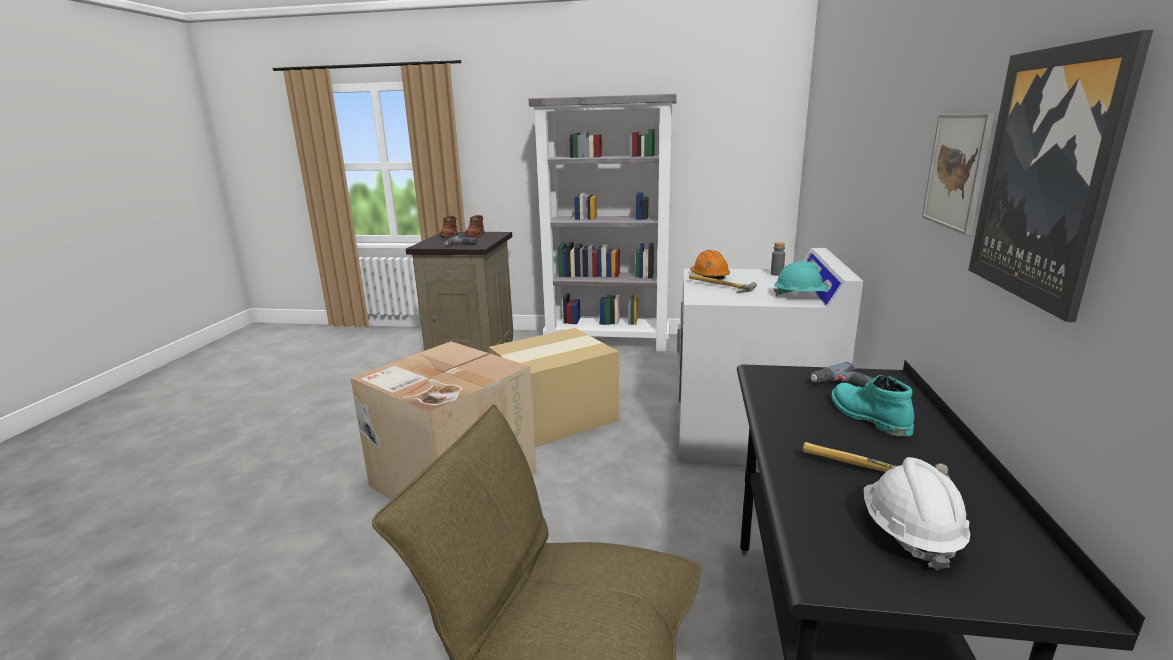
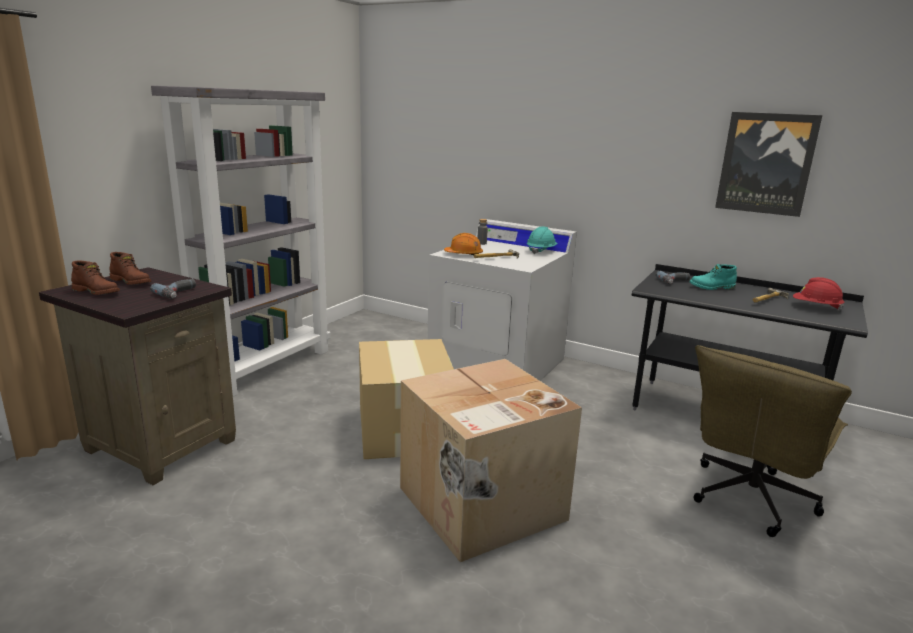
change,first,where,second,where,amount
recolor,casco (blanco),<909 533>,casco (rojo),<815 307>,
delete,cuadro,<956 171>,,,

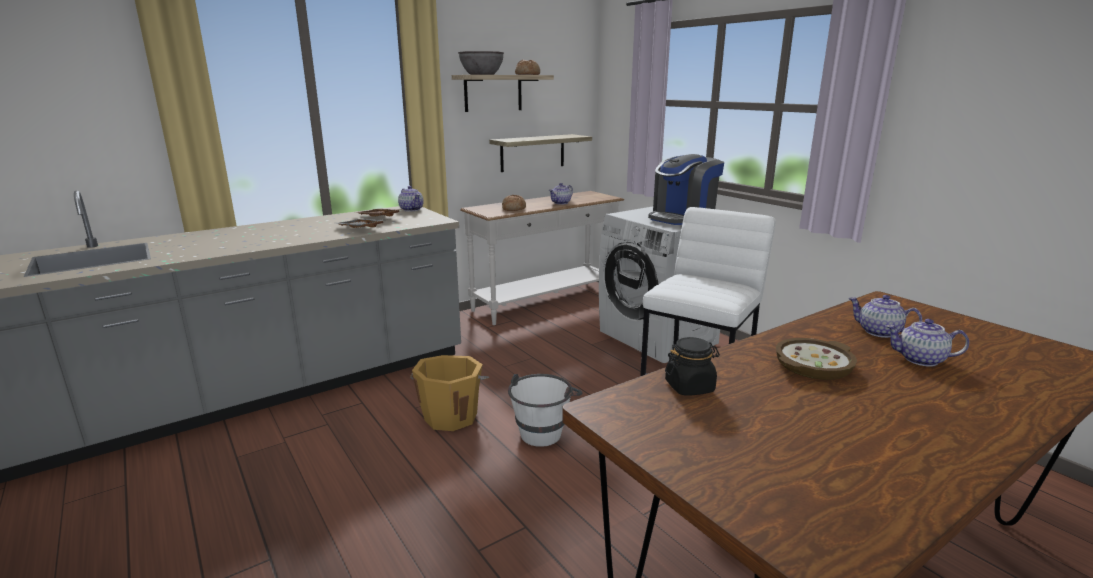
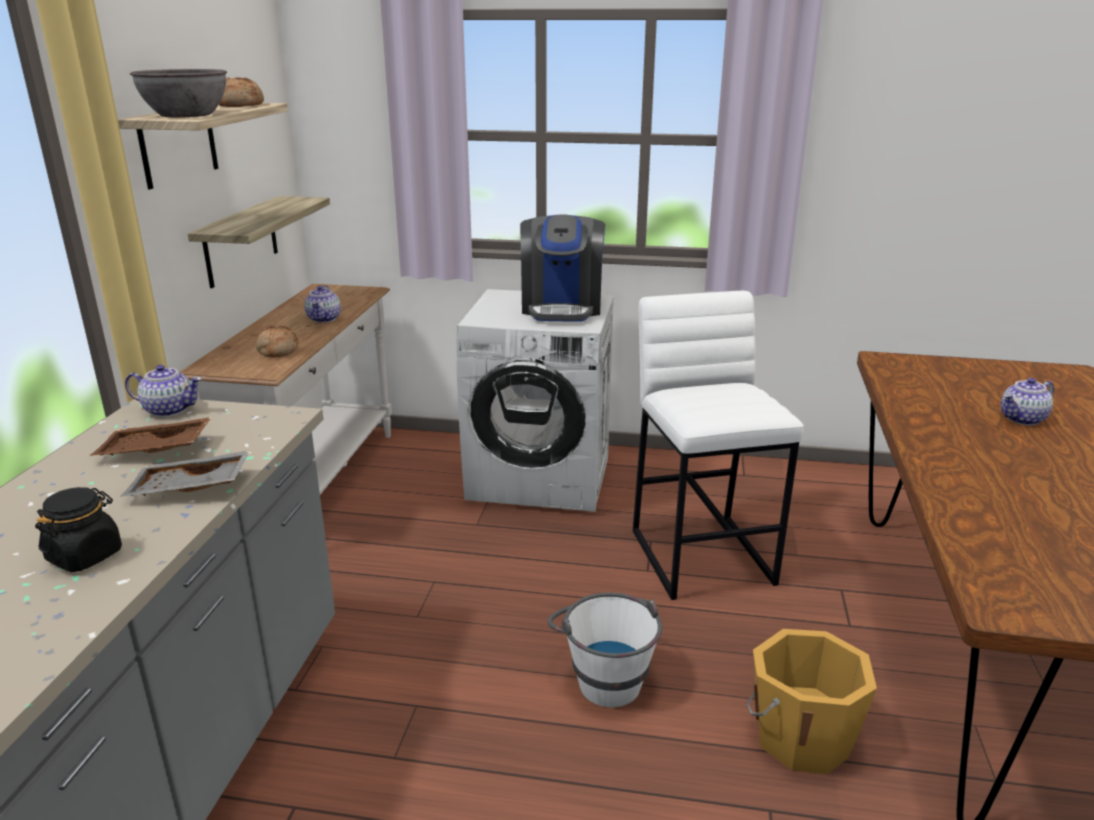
change,first,where,second,where,amount
move,cubo (naranja),<451 416>,,<800 737>,
move,tarro (negro),<690 387>,,<85 556>,
delete,cuenco,<812 366>,,,
delete,tetera,<878 332>,,,

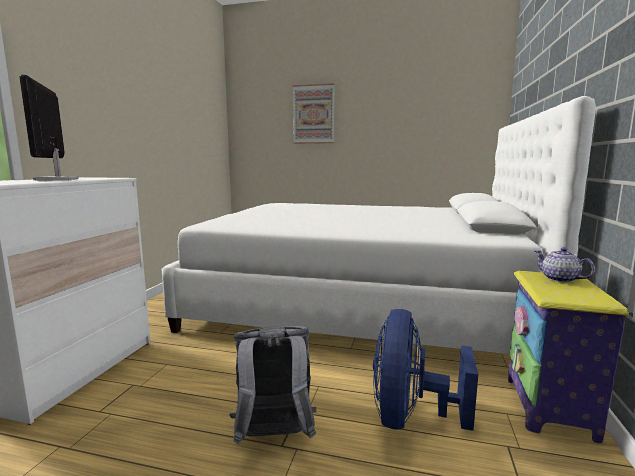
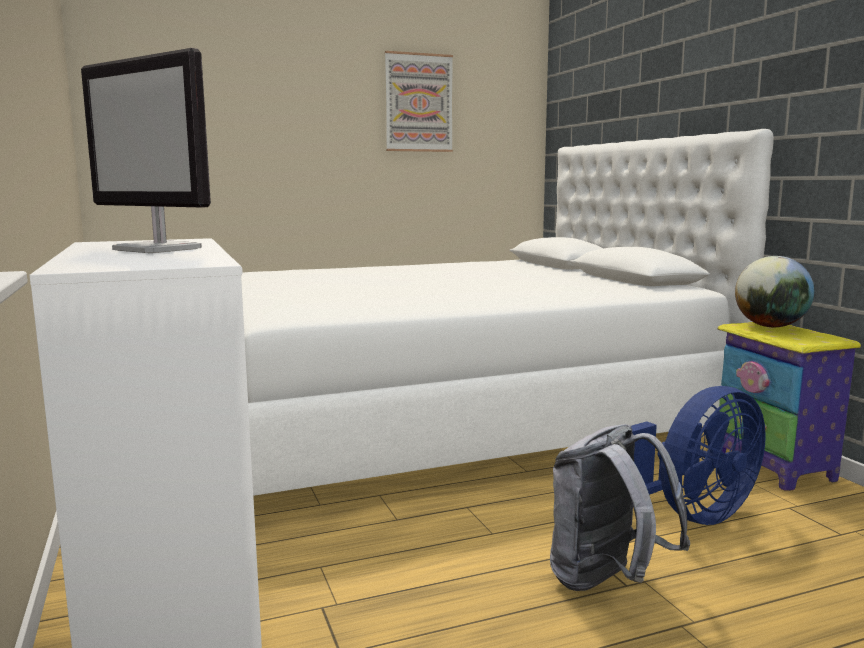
change,first,where,second,where,amount
move,cuadro,<313 114>,,<419 103>,
rotate,ventilador (azul),<410 417>,,<690 514>,105 degrees counterclockwise
replace,tetera,<560 279>,globo terráqueo,<770 326>,

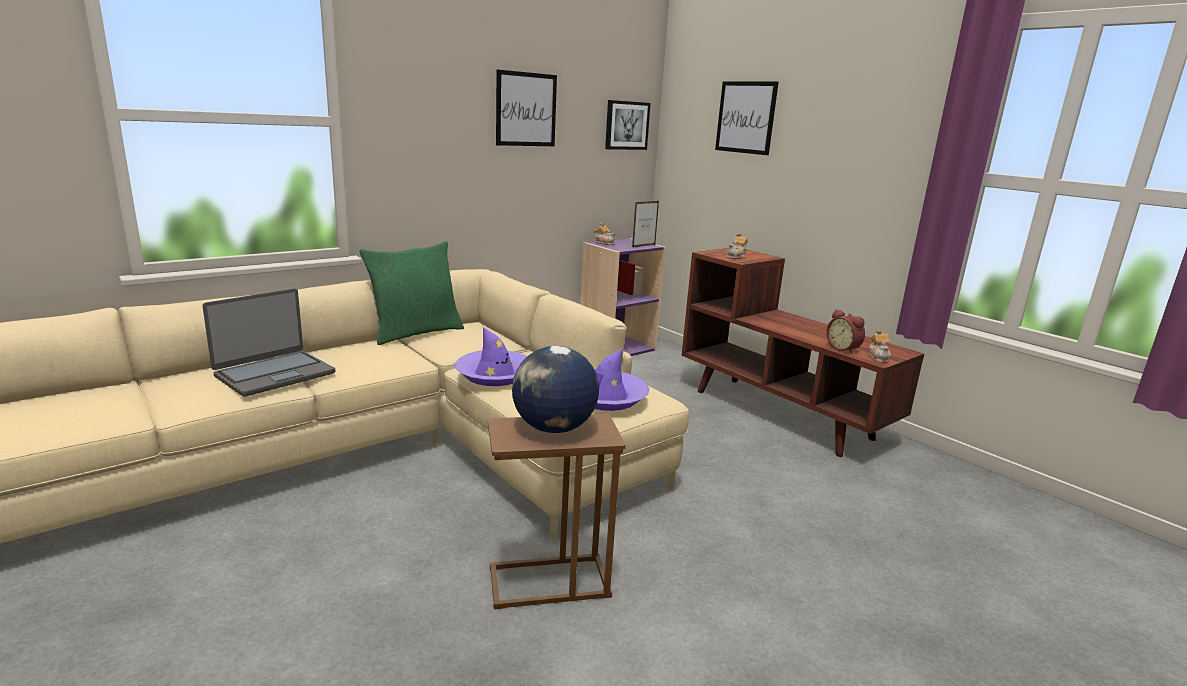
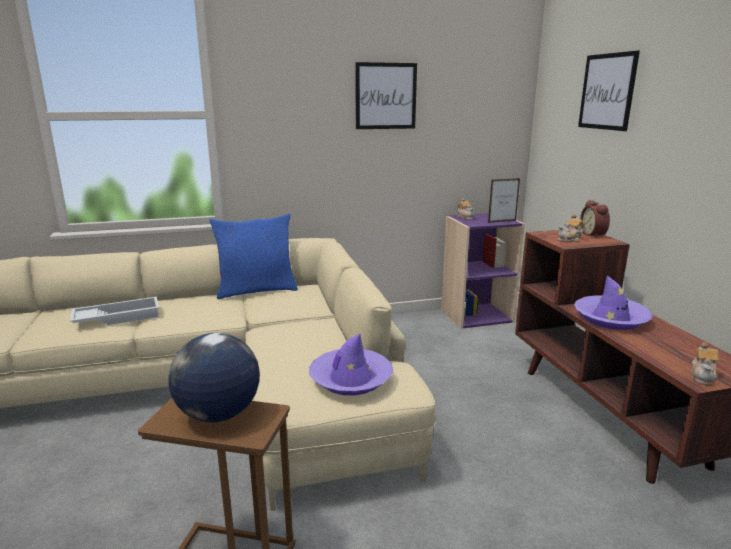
change,first,where,second,where,amount
replace,portátil,<274 374>,bandeja (blanco),<118 317>,
recolor,cojín (verde),<415 333>,cojín (azul),<257 290>,
move,sombrero (morado),<494 375>,,<610 319>,
delete,cuadro,<626 125>,,,
move,despertador,<844 348>,,<594 235>,

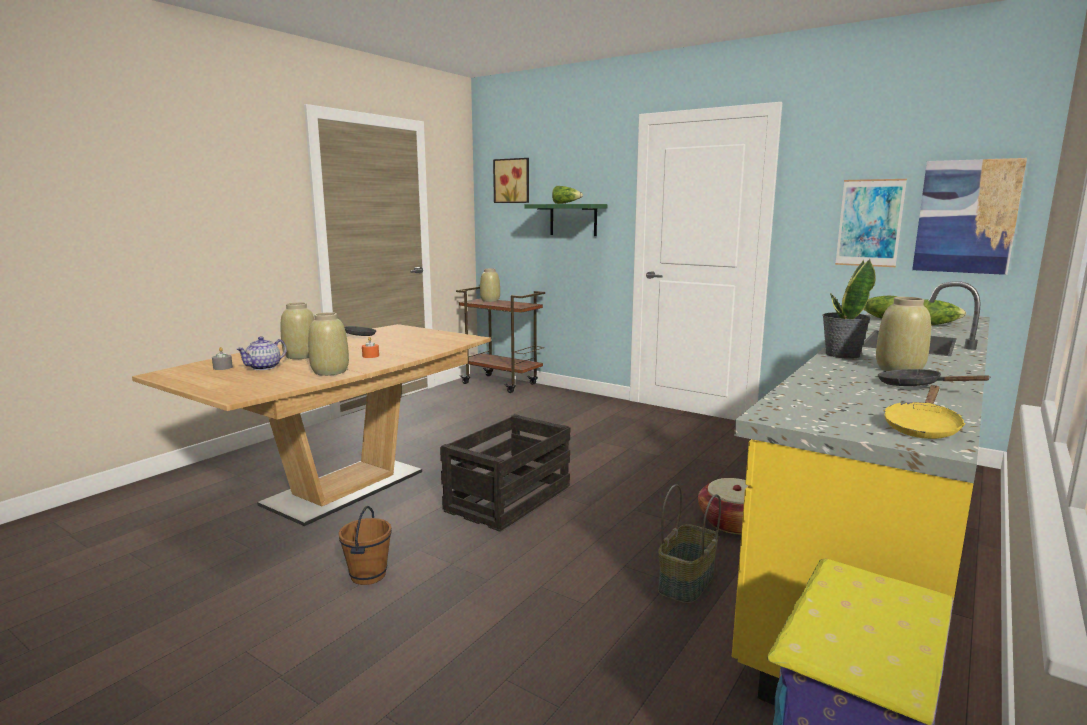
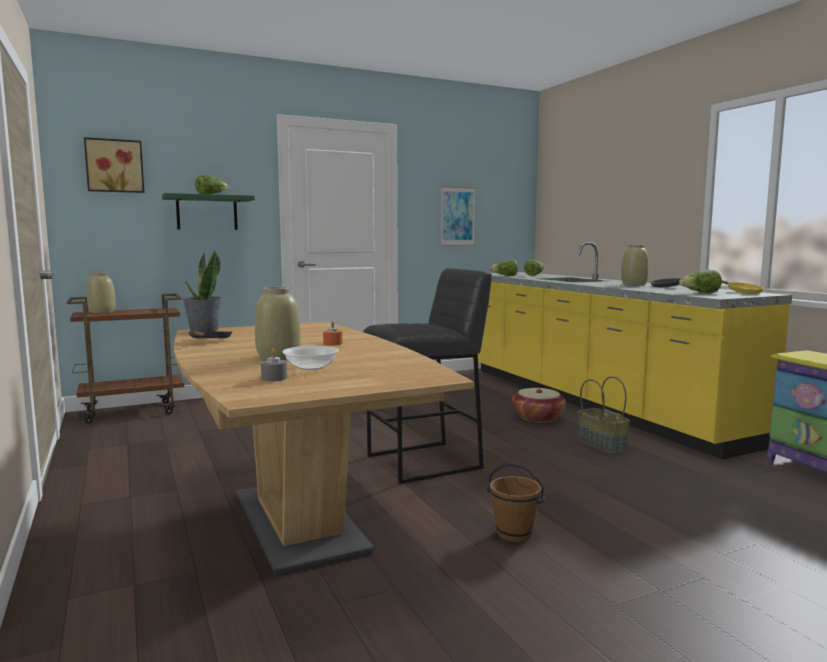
change,first,where,second,where,amount
replace,tetera,<264 367>,cuenco,<311 367>,
delete,florero (beis),<329 372>,,,
replace,caja de embalaje,<508 499>,taburete (gris),<425 461>,
move,planta en maceta,<841 355>,,<203 331>,
delete,cuadro,<966 217>,,,
insert,,,lechuga,<700 292>,

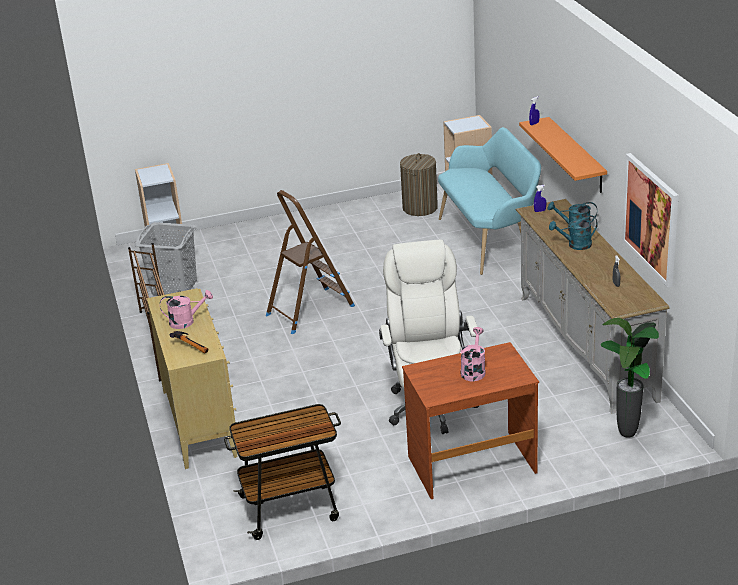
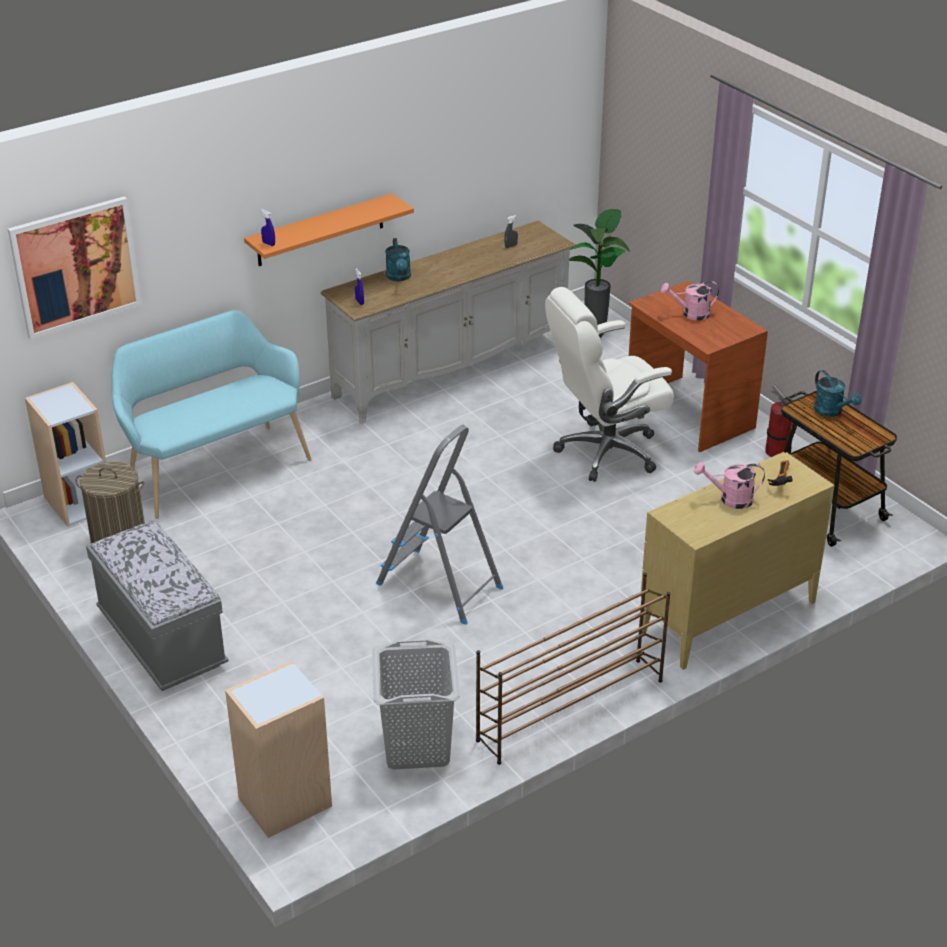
change,first,where,second,where,amount
rotate,regadera (rosa),<186 321>,,<730 499>,60 degrees counterclockwise
recolor,escalera de tijera (marrón),<311 310>,escalera de tijera (gris),<438 585>,
move,regadera (turquesa),<575 245>,,<832 411>,
move,cuadro,<651 219>,,<76 267>,
insert,,,banco (gris),<162 640>,
insert,,,extintor,<776 452>,

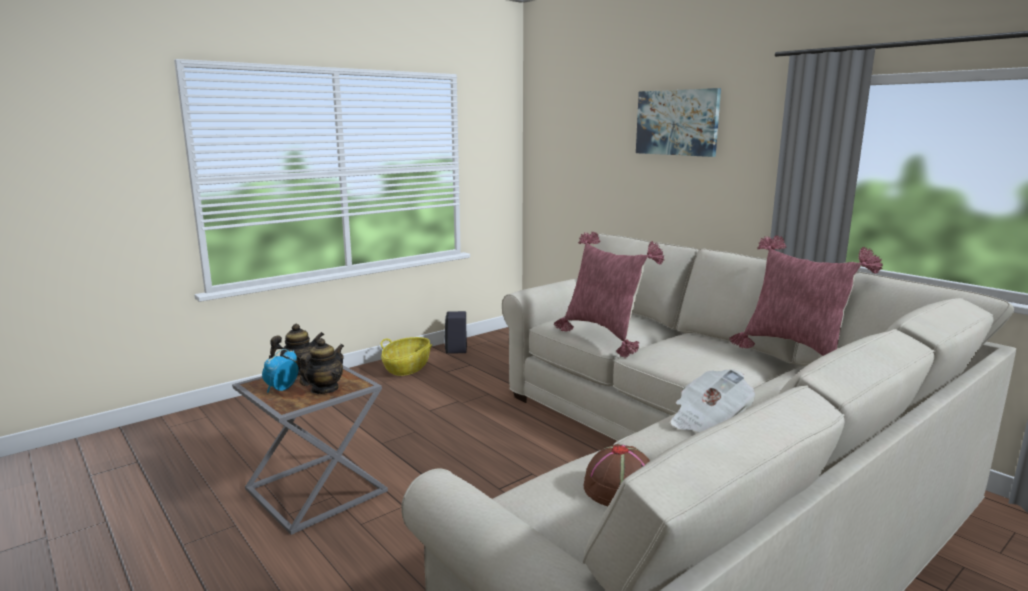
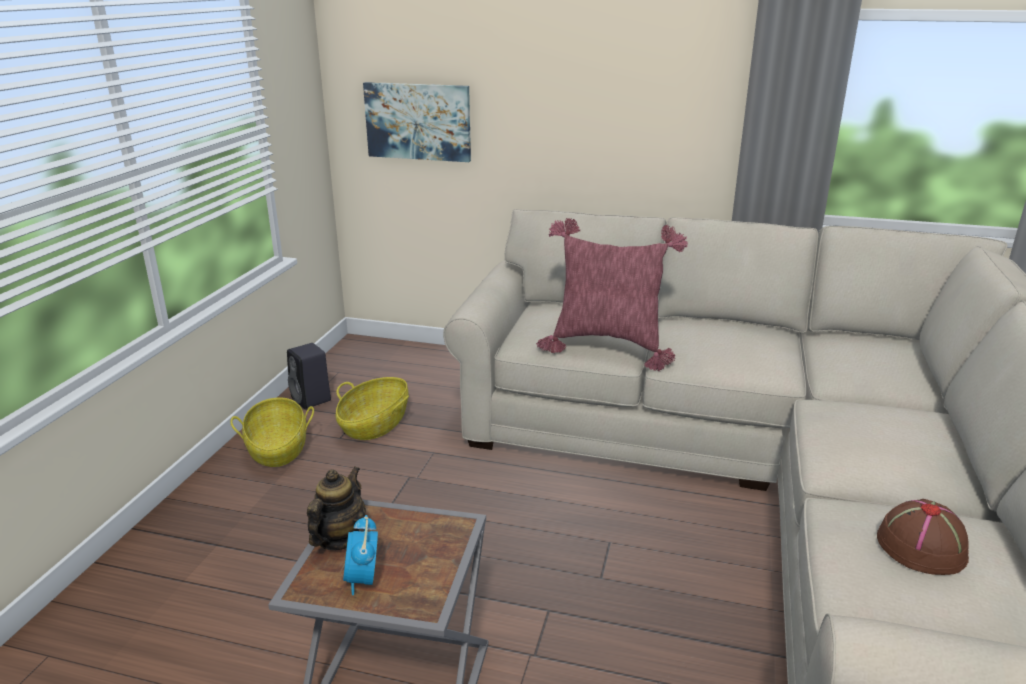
change,first,where,second,where,amount
delete,tetera,<324 389>,,,
move,cuadro,<677 122>,,<418 121>,
delete,periódico,<708 421>,,,
delete,cojín (rojo),<794 360>,,,
insert,,,cesta,<375 425>,

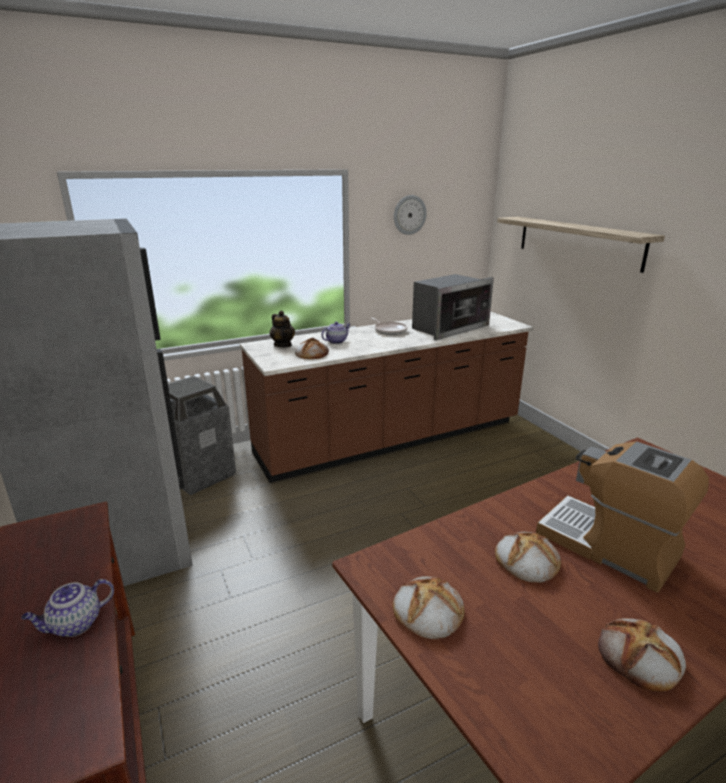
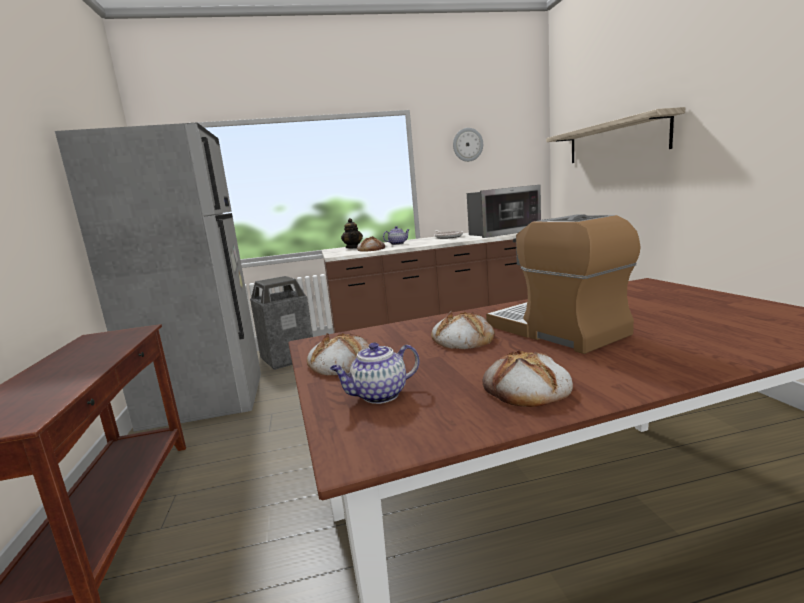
change,first,where,second,where,amount
move,tetera,<75 625>,,<379 395>,

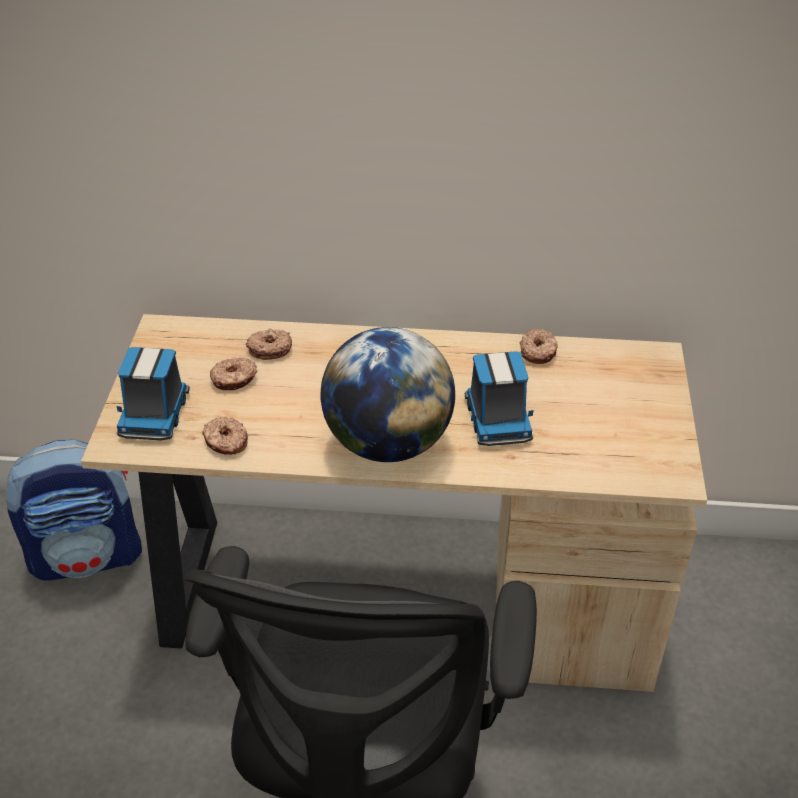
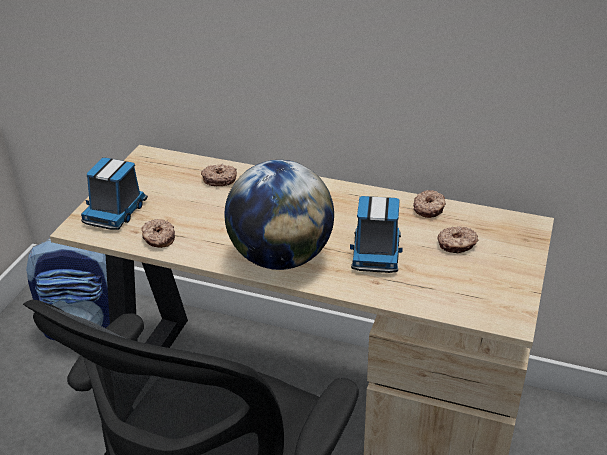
change,first,where,second,where,amount
move,rosquilla,<234 379>,,<457 245>,

